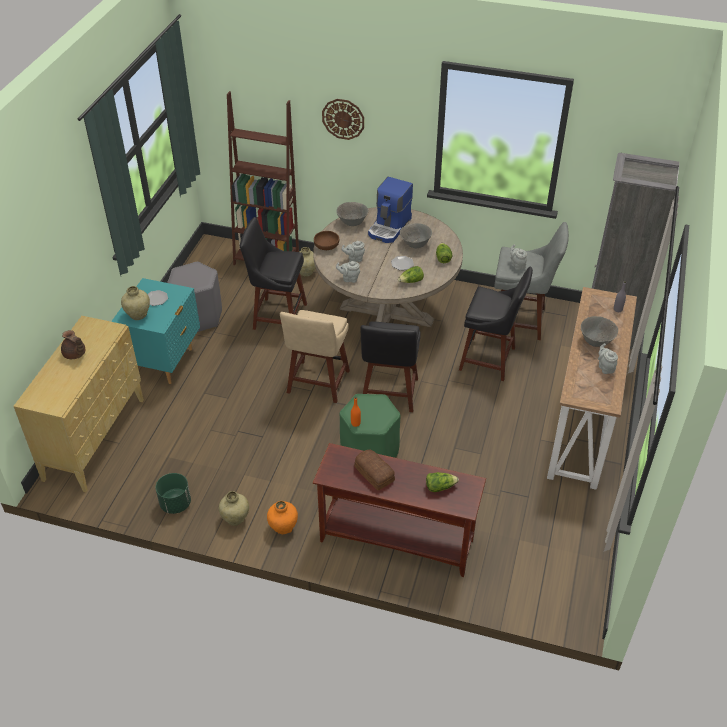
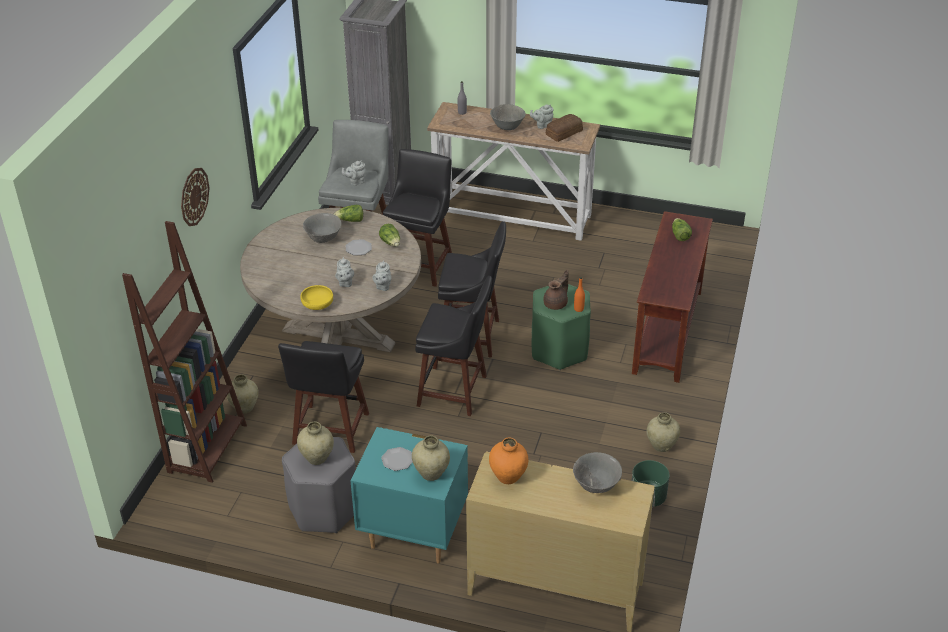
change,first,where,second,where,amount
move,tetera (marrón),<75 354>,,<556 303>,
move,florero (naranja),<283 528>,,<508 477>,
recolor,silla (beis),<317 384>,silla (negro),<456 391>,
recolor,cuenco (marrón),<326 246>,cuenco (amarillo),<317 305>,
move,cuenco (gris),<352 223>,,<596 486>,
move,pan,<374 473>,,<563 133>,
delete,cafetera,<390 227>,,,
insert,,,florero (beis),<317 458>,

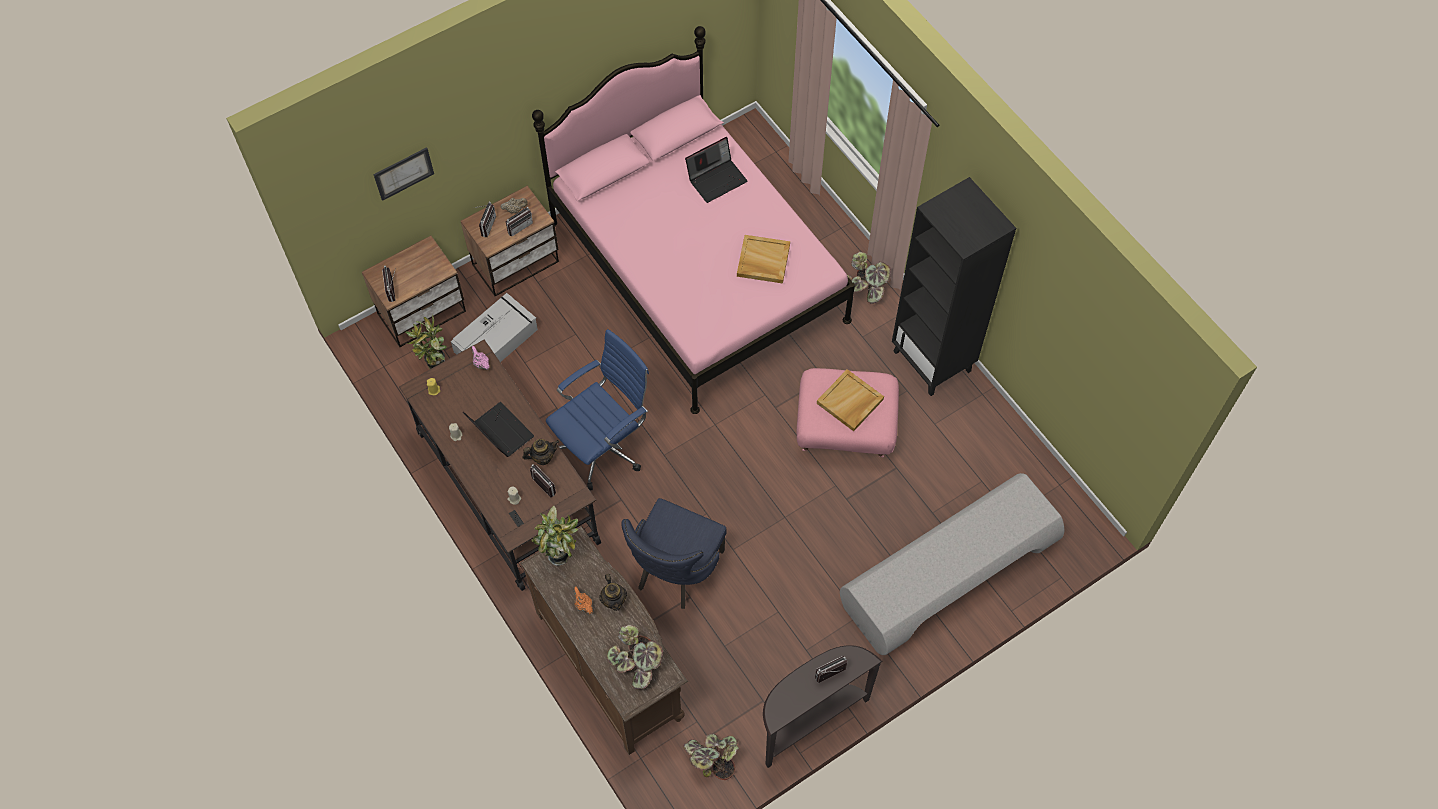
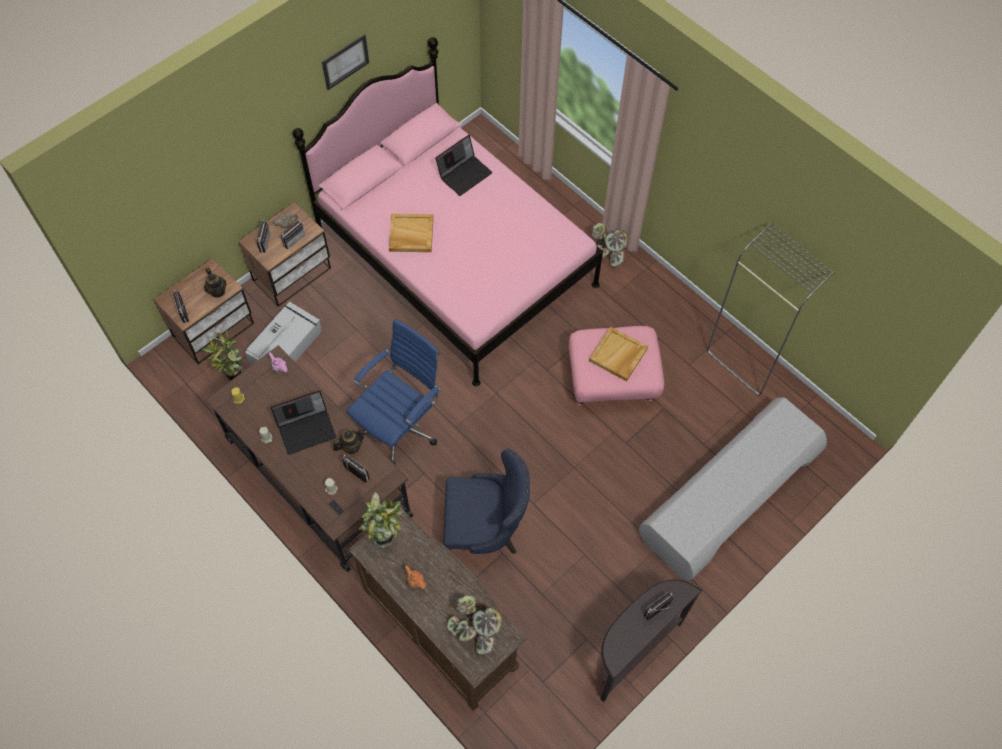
change,first,where,second,where,amount
move,cuadro,<403 173>,,<345 61>,
rotate,portátil,<499 432>,,<307 429>,120 degrees clockwise
move,tetera,<614 600>,,<217 291>,
rotate,silla (azul),<675 570>,,<485 531>,105 degrees counterclockwise
delete,planta en maceta,<712 758>,,,
move,bandeja (beis),<762 261>,,<411 235>,
delete,estantería (negro),<933 361>,,,
insert,,,perchero (gris),<745 362>,

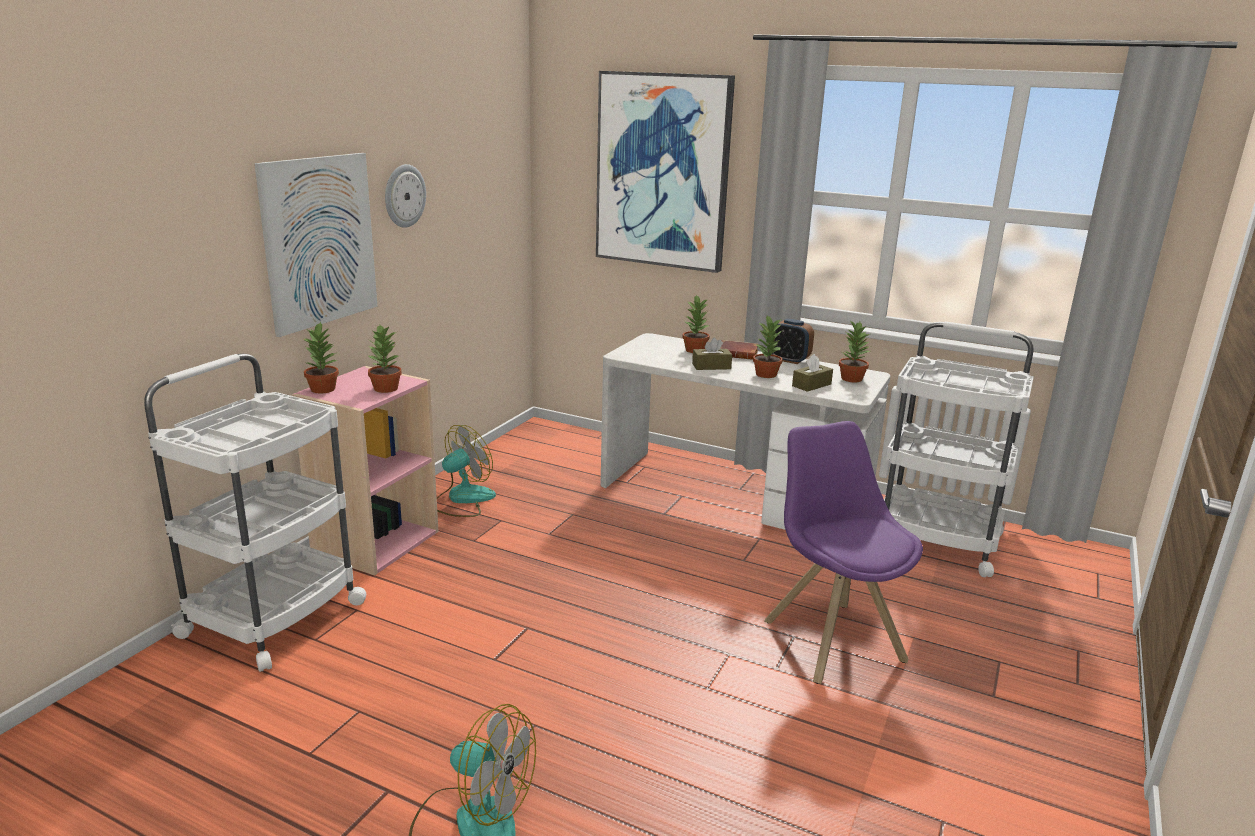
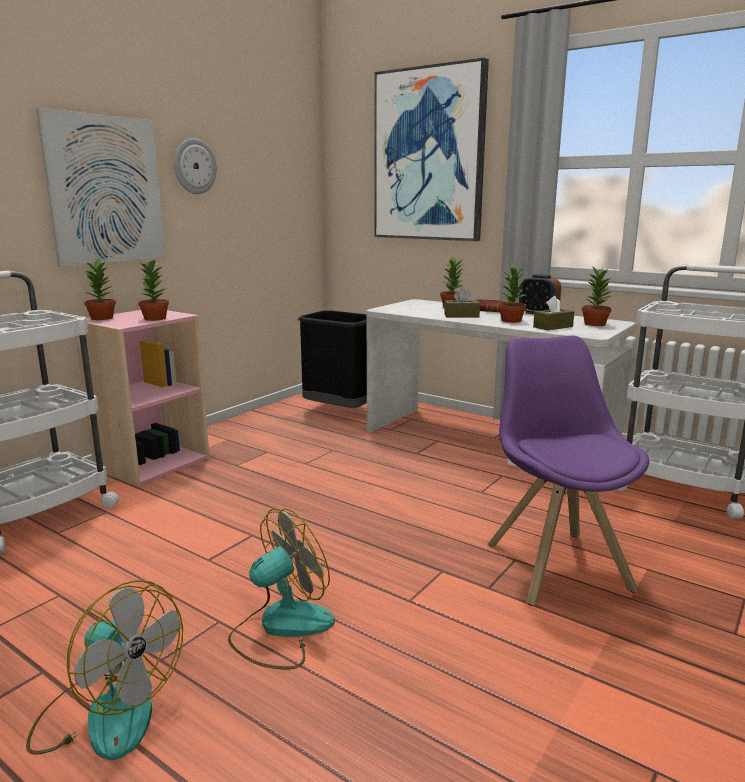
change,first,where,second,where,amount
move,ventilador,<462 499>,,<281 628>,
insert,,,papelera (negro),<341 411>,

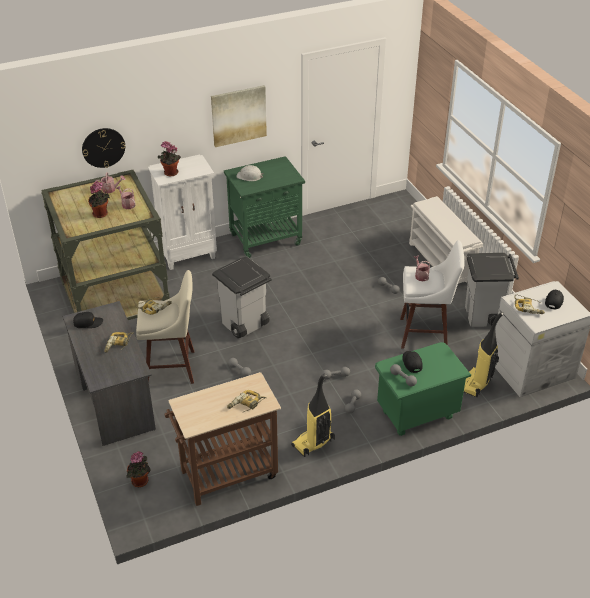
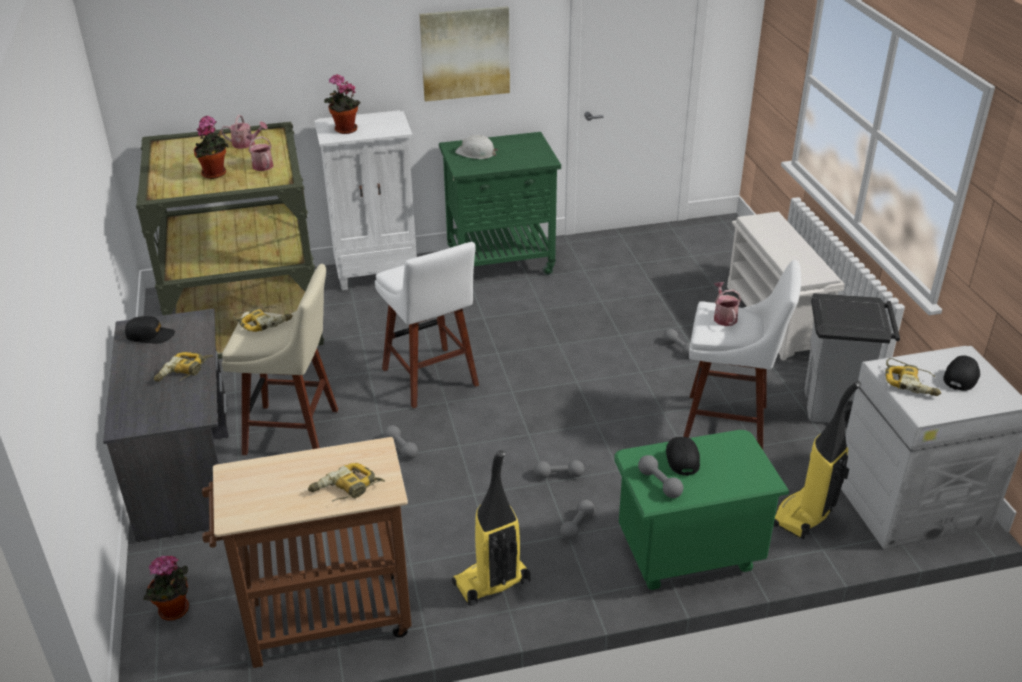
change,first,where,second,where,amount
delete,reloj de pared,<103 147>,,,
replace,papelera (gris),<244 325>,taburete (blanco),<430 379>,

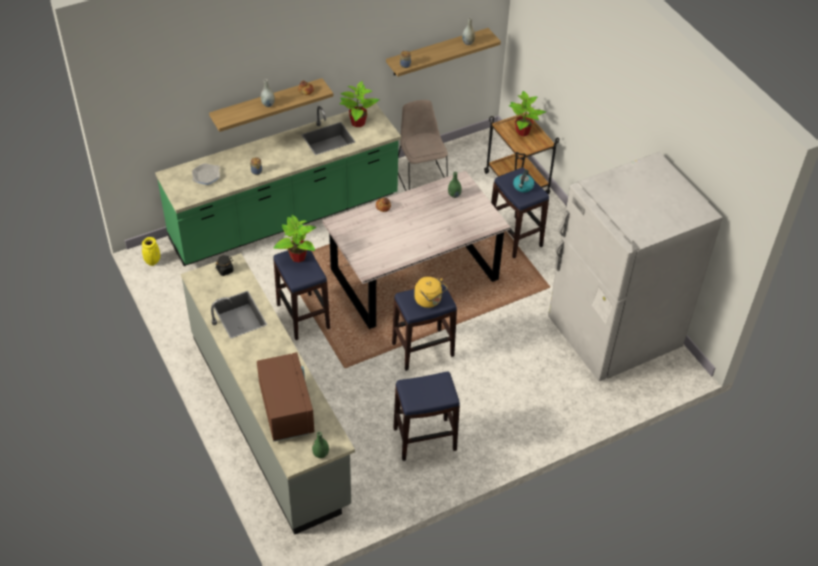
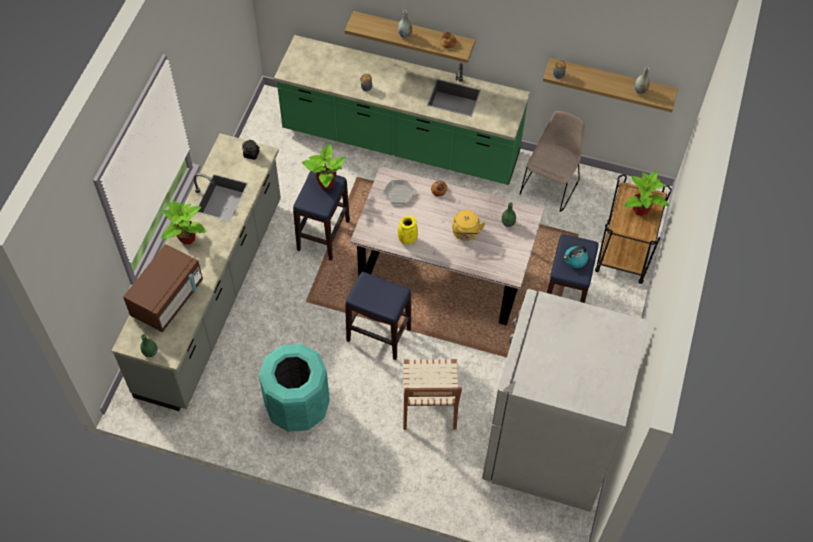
change,first,where,second,where,amount
move,florero (amarillo),<153 262>,,<407 240>,
move,sartén,<206 176>,,<398 194>,
move,planta en maceta,<357 123>,,<187 237>,
replace,taburete,<424 439>,papelera (turquesa),<297 407>,
move,hervidor (amarillo),<429 300>,,<465 233>,
insert,,,silla,<429 407>,

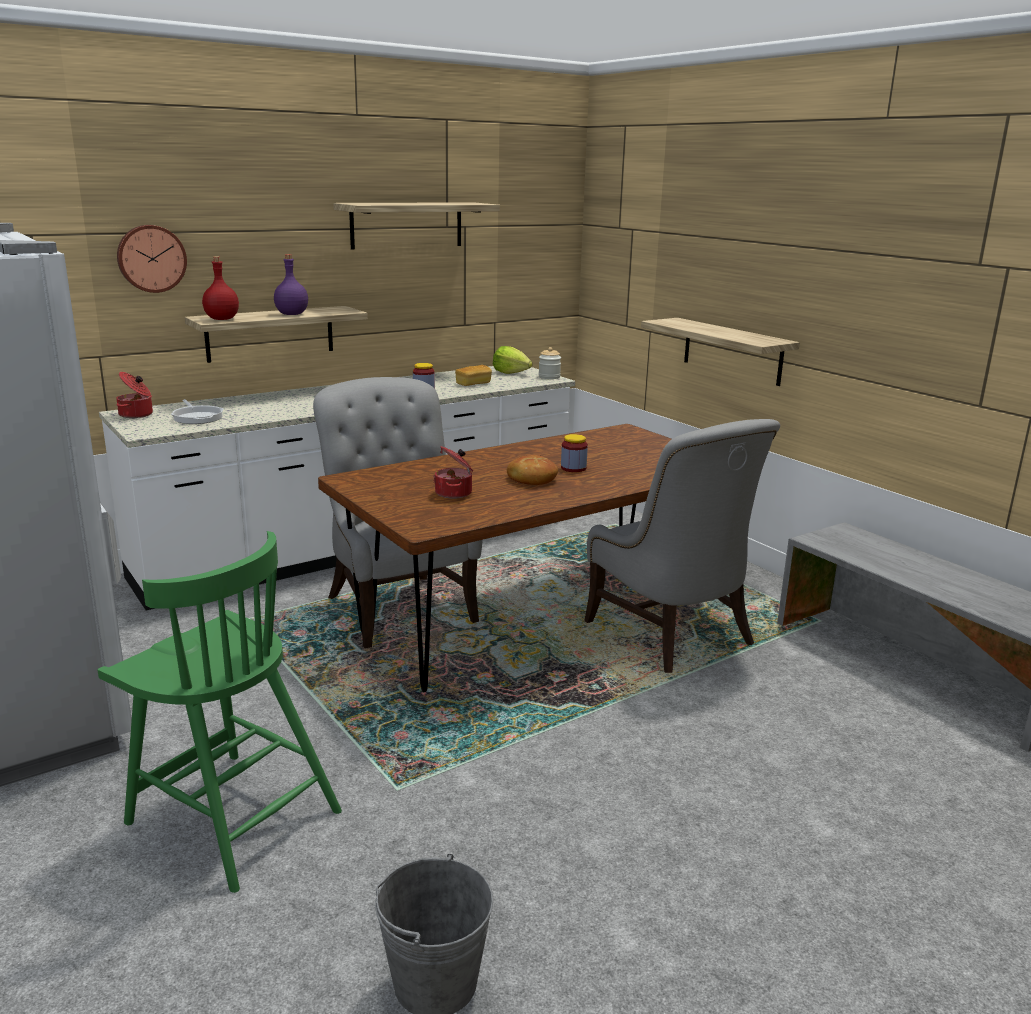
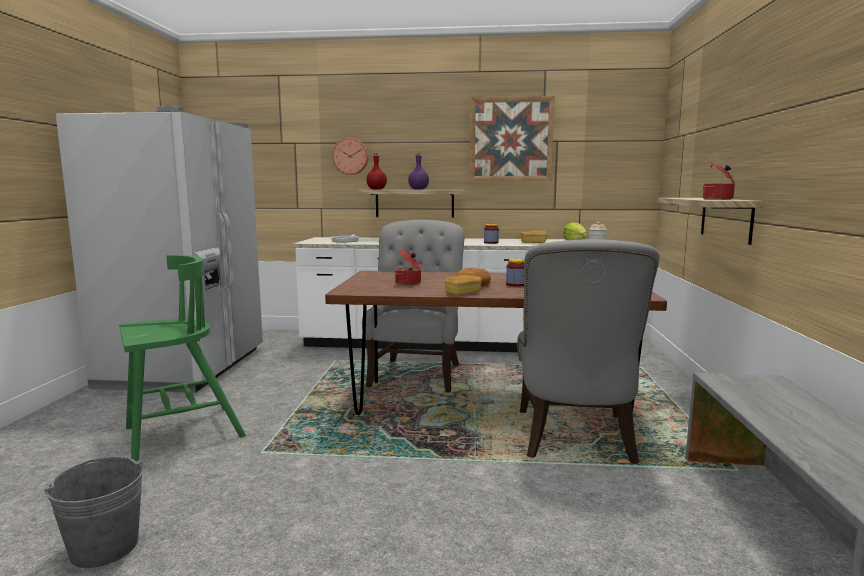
change,first,where,second,where,amount
rotate,silla (verde),<230 814>,,<181 432>,105 degrees counterclockwise
move,olla,<137 414>,,<718 199>,
replace,estante,<407 225>,cuadro,<511 139>,
insert,,,pan,<463 293>,

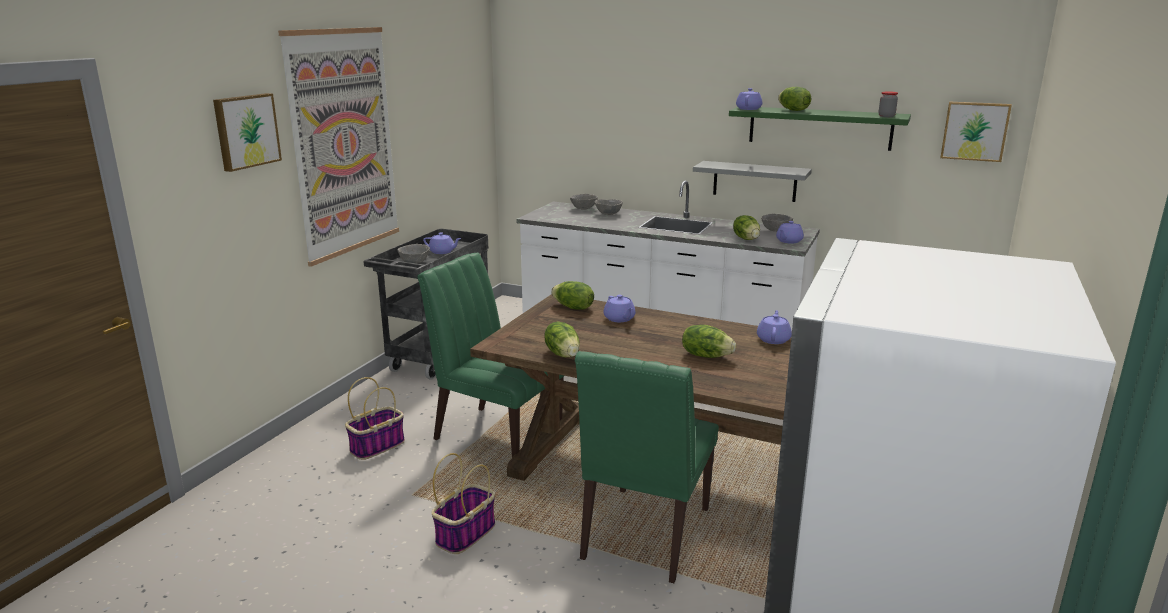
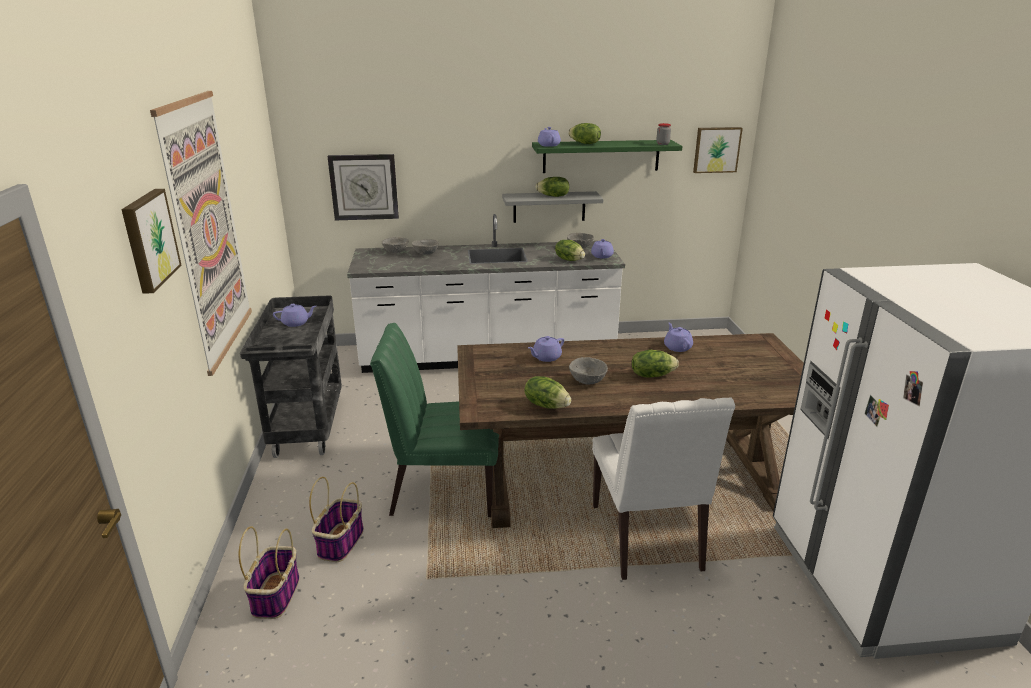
change,first,where,second,where,amount
move,cuenco (gris),<415 262>,,<587 381>,
move,cesta,<466 533>,,<276 595>,
move,lechuga,<573 307>,,<553 196>,
recolor,silla (verde),<646 532>,silla (blanco),<645 536>,
rotate,tetera (morado),<619 319>,,<546 357>,105 degrees clockwise
insert,,,reloj de pared,<364 187>,

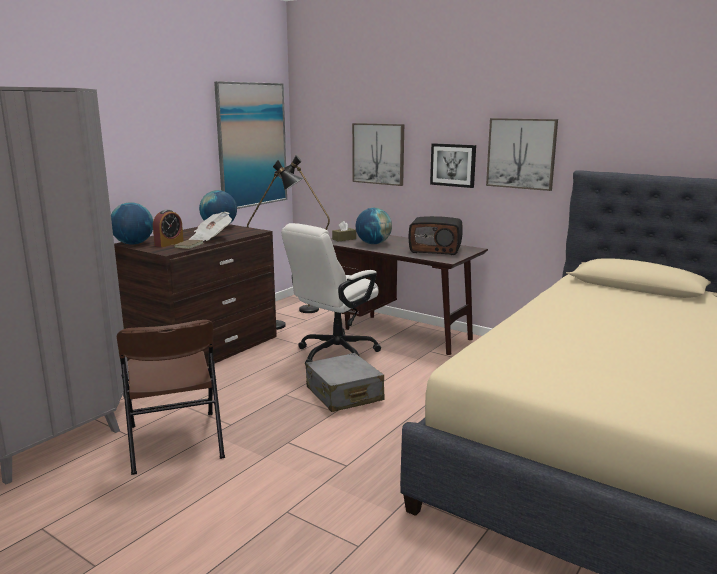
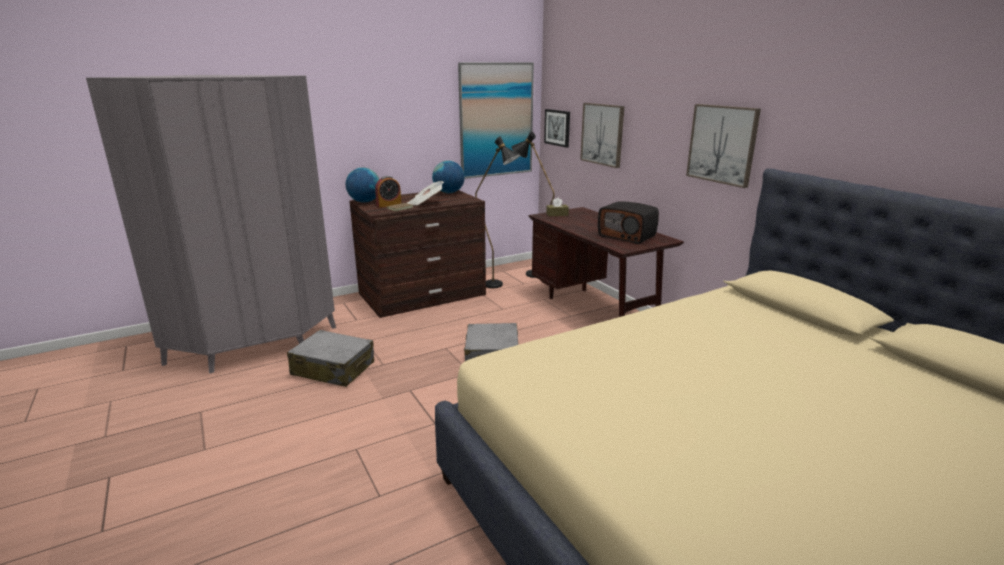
change,first,where,second,where,amount
replace,silla (marrón),<175 442>,maleta (gris),<333 369>,
delete,silla de oficina (blanco),<334 356>,,,
delete,globo terráqueo,<373 243>,,,
move,cuadro,<453 165>,,<557 127>,

